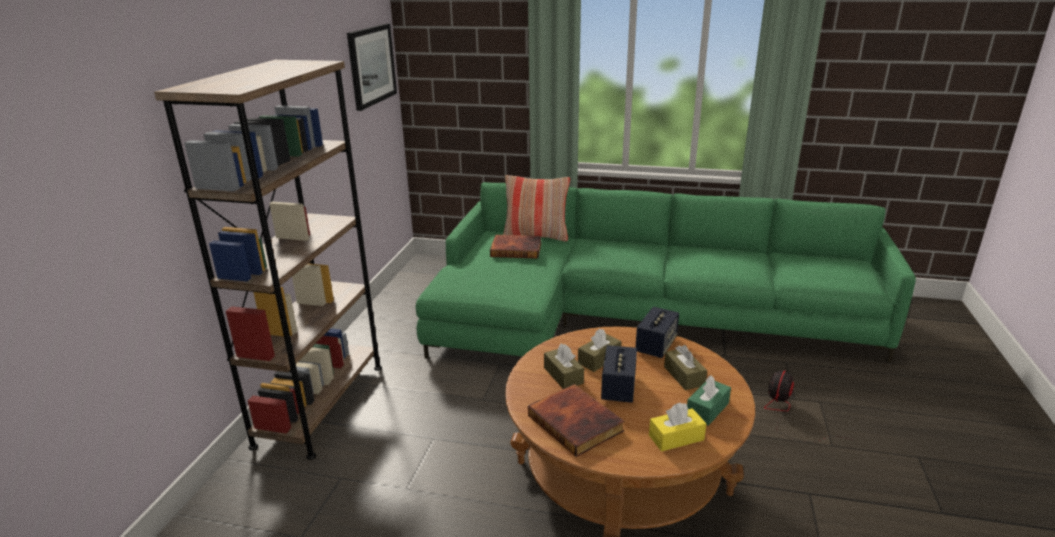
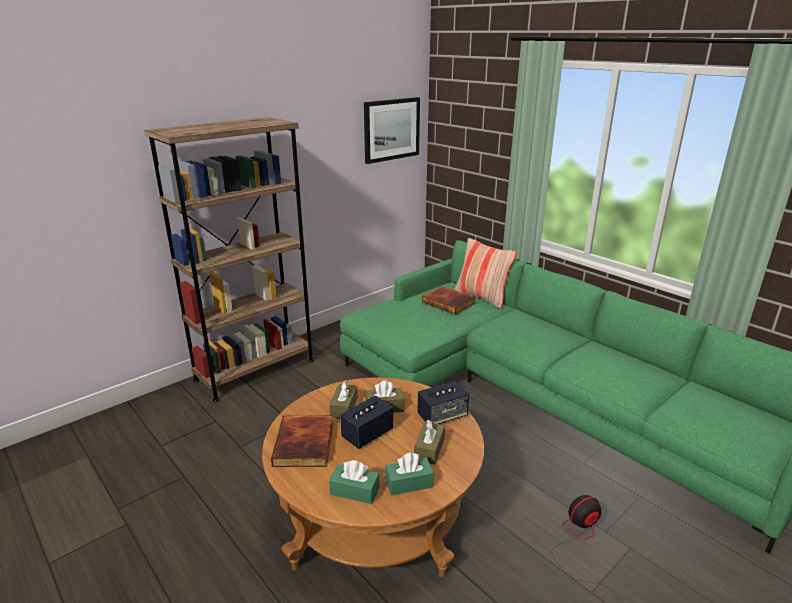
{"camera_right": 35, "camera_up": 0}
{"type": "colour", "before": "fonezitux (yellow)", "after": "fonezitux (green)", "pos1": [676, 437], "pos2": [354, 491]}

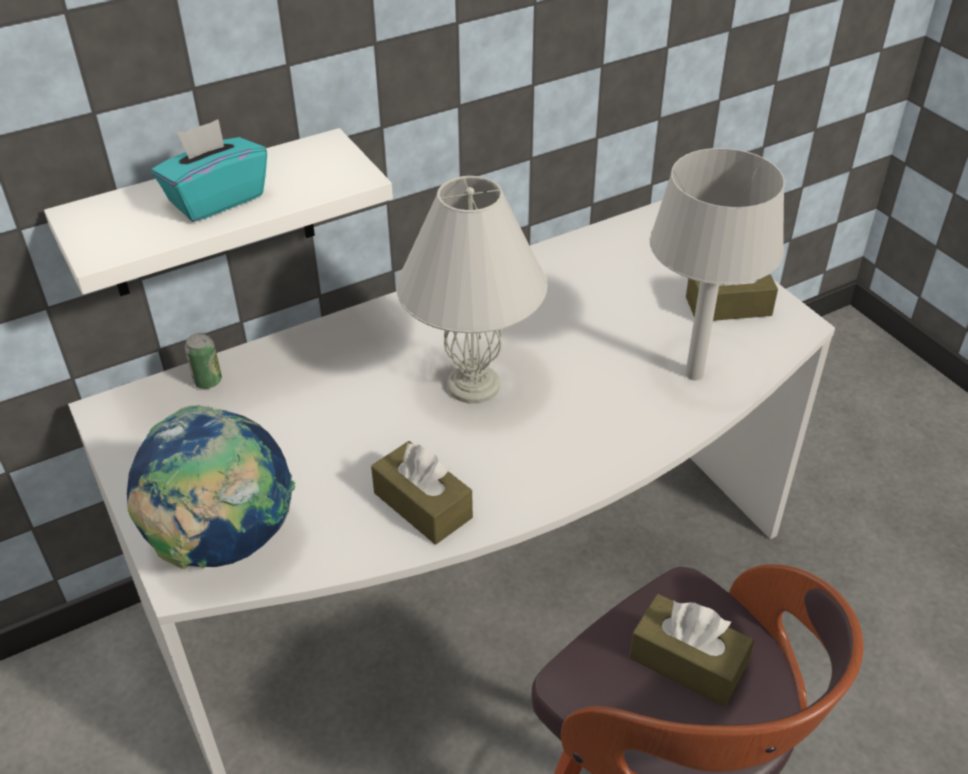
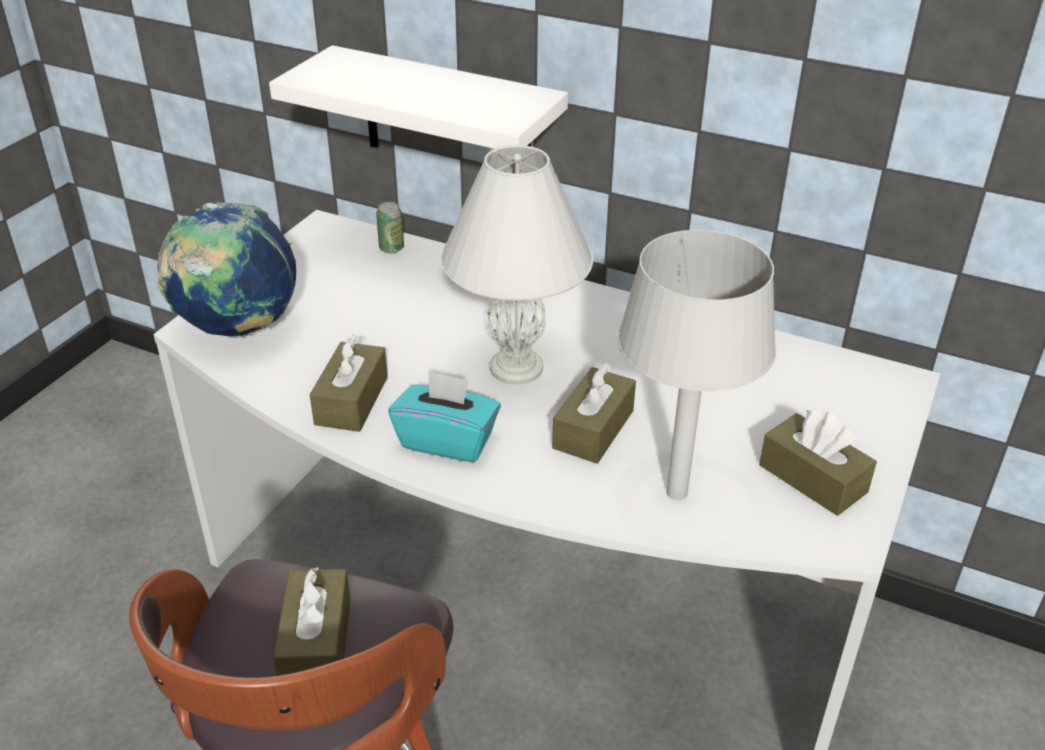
{"camera_right": 55, "camera_up": -5}
{"type": "relocated", "before": "fonezitux (turquoise)", "pos1": [216, 199], "pos2": [447, 441]}
{"type": "appeared", "after": "fonezitux (brown)", "pos2": [593, 429]}

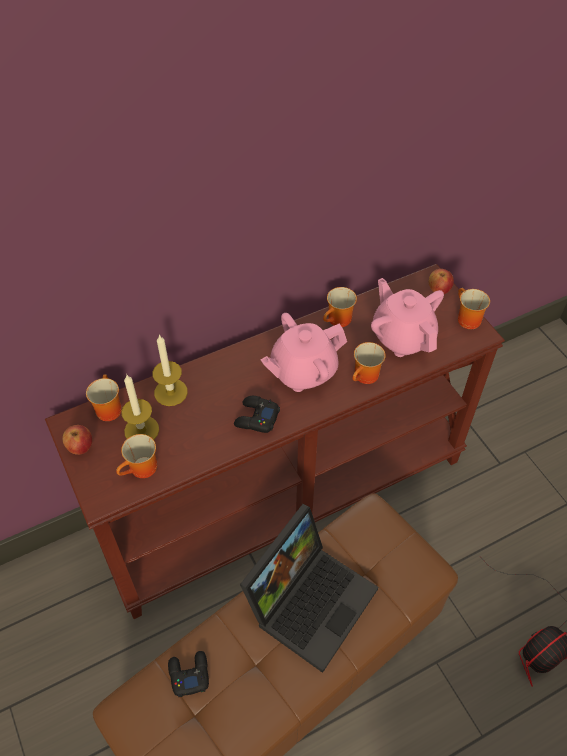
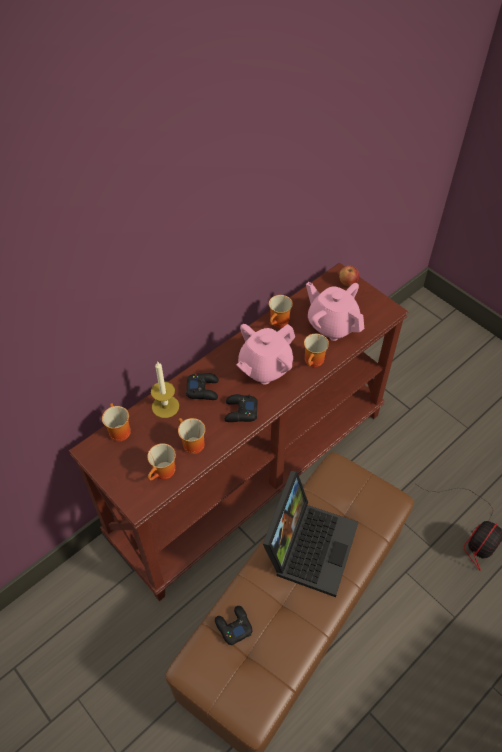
{"camera_right": -15, "camera_up": 0}
{"type": "relocated", "before": "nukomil", "pos1": [465, 319], "pos2": [190, 444]}
{"type": "appeared", "after": "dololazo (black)", "pos2": [203, 389]}
{"type": "missing", "before": "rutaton", "pos1": [80, 447]}
{"type": "missing", "before": "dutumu", "pos1": [141, 430]}

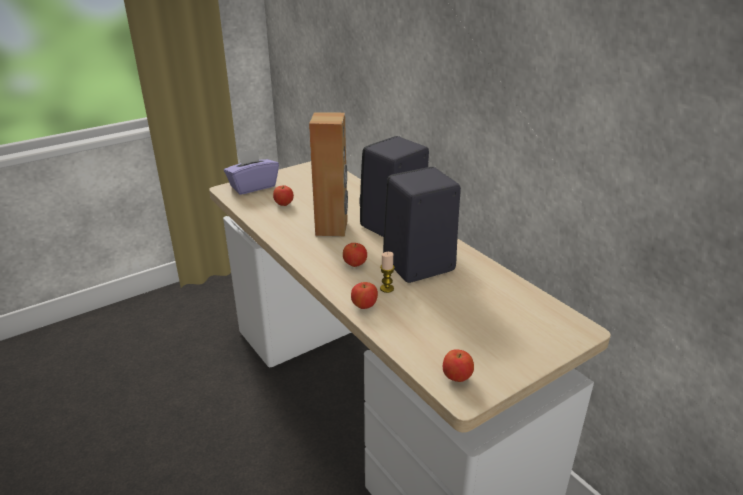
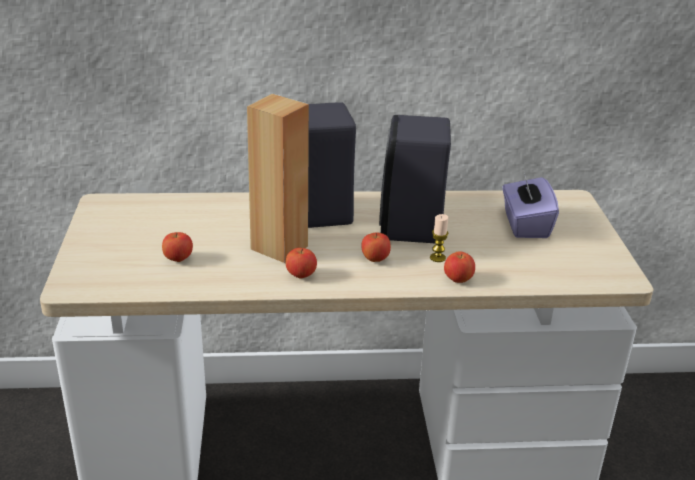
{"camera_right": -60, "camera_up": 0}
{"type": "relocated", "before": "rutaton", "pos1": [457, 377], "pos2": [301, 275]}
{"type": "relocated", "before": "fonezitux (purple)", "pos1": [253, 186], "pos2": [525, 225]}

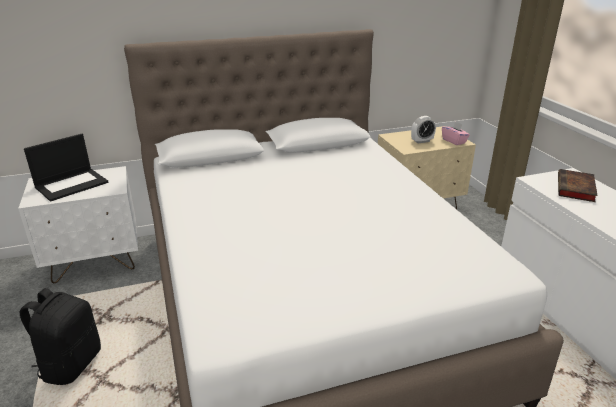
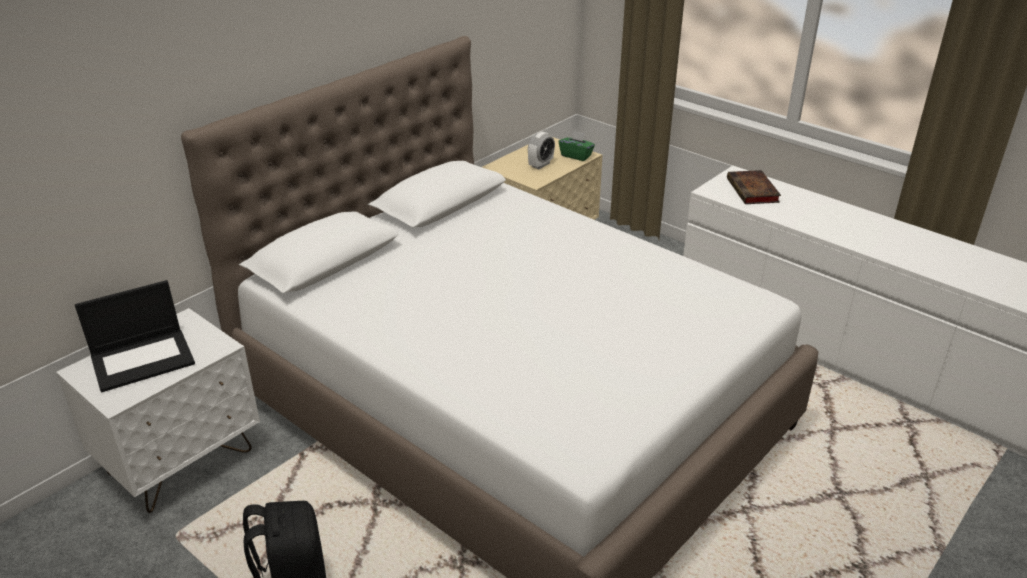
{"camera_right": -30, "camera_up": 5}
{"type": "spun", "before": "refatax", "pos1": [72, 184], "pos2": [143, 359], "turn": 45}
{"type": "colour", "before": "fonezitux (pink)", "after": "fonezitux (green)", "pos1": [454, 141], "pos2": [576, 156]}

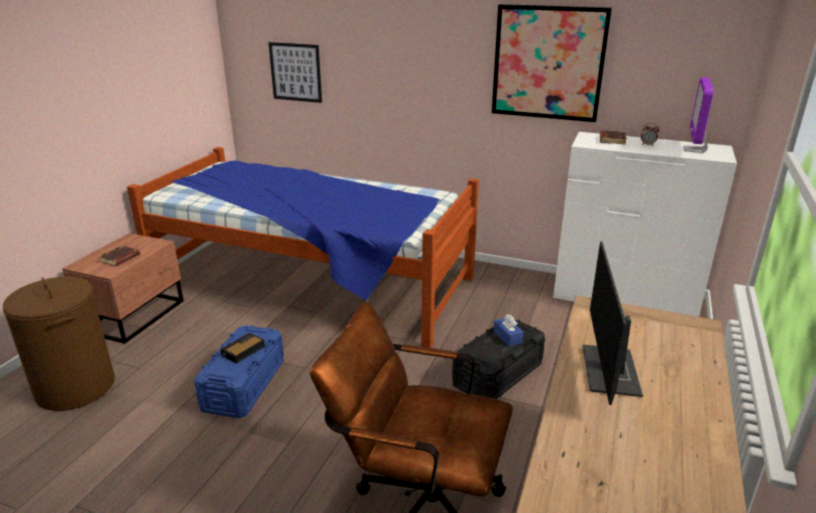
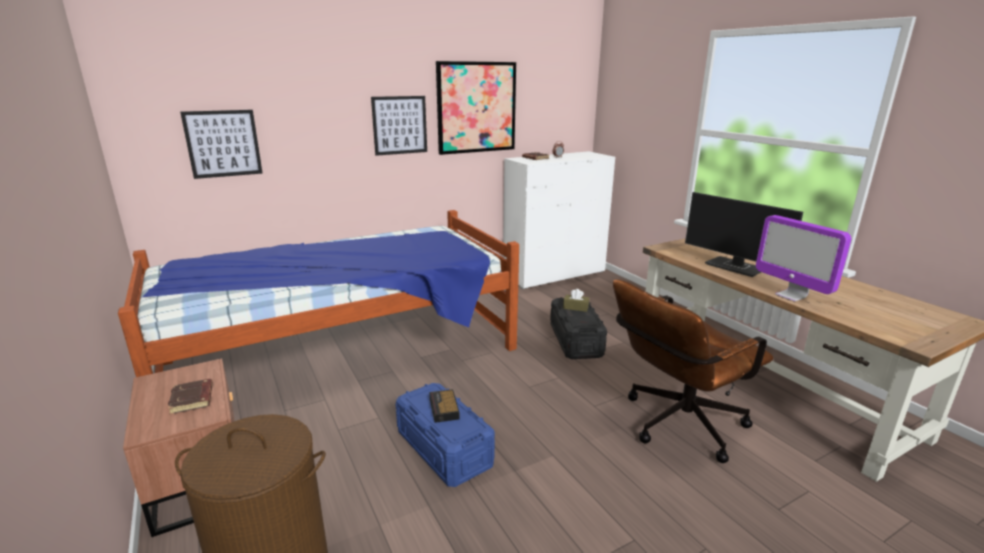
{"camera_right": -50, "camera_up": -5}
{"type": "appeared", "after": "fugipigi", "pos2": [400, 125]}
{"type": "colour", "before": "fonezitux (blue)", "after": "fonezitux (brown)", "pos1": [507, 337], "pos2": [575, 307]}
{"type": "relocated", "before": "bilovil", "pos1": [694, 150], "pos2": [791, 296]}

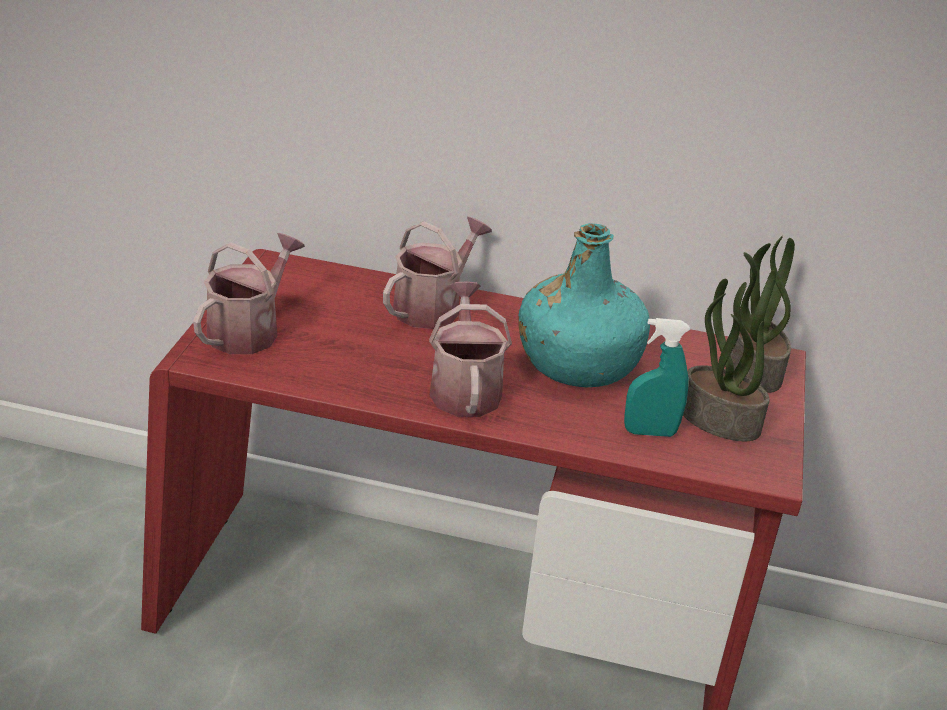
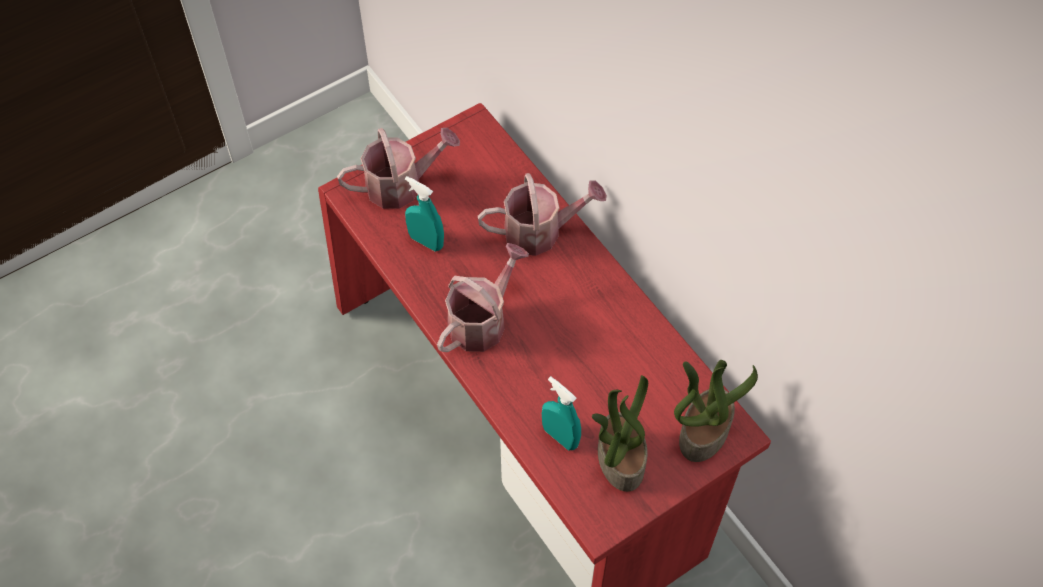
{"camera_right": 45, "camera_up": 25}
{"type": "appeared", "after": "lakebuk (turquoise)", "pos2": [426, 241]}
{"type": "missing", "before": "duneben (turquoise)", "pos1": [578, 363]}

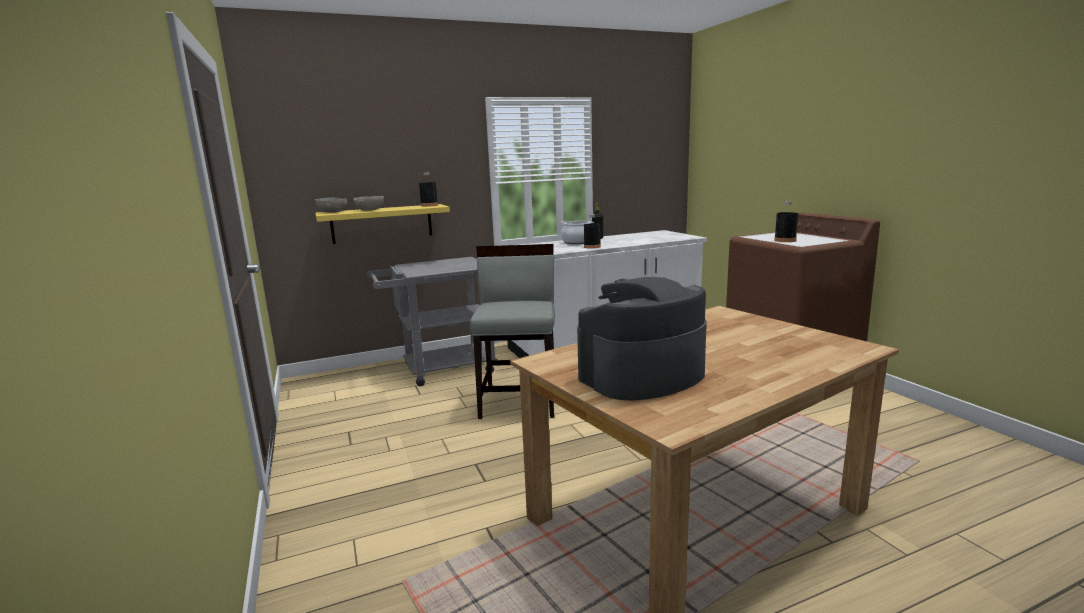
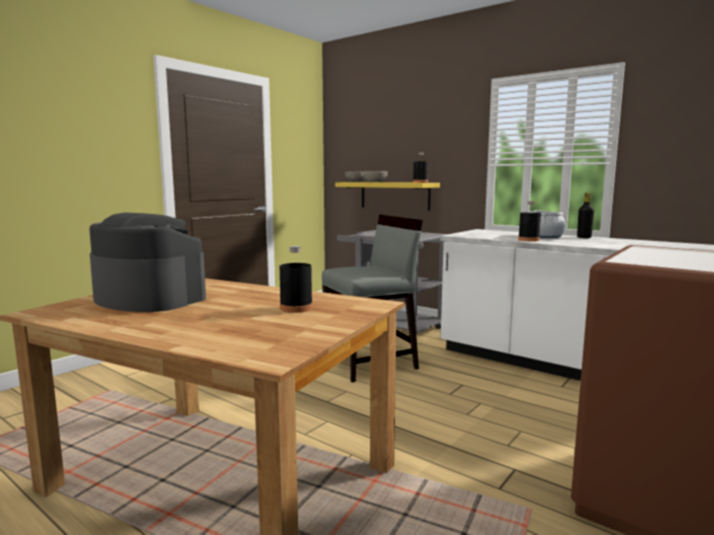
{"camera_right": 60, "camera_up": -5}
{"type": "relocated", "before": "duneben (black)", "pos1": [785, 240], "pos2": [296, 308]}

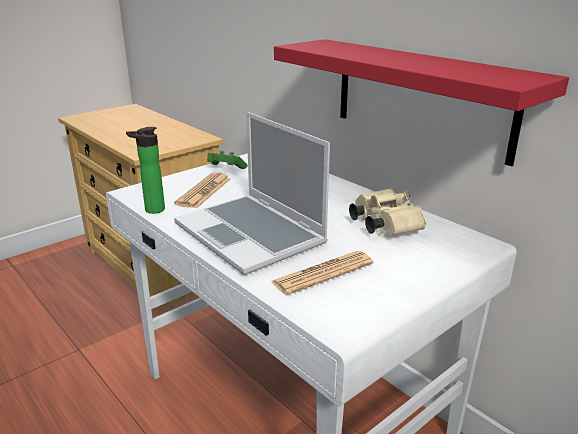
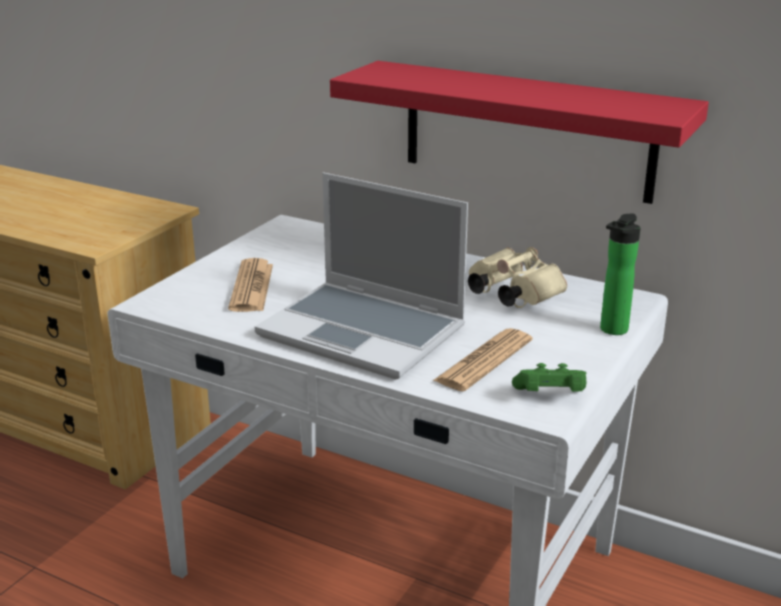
{"camera_right": -20, "camera_up": 0}
{"type": "relocated", "before": "dololazo (green)", "pos1": [225, 169], "pos2": [550, 396]}
{"type": "relocated", "before": "duneben", "pos1": [151, 210], "pos2": [611, 331]}

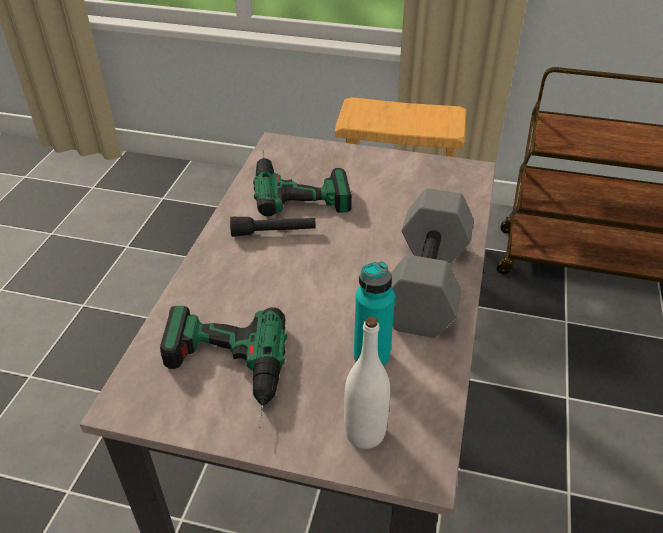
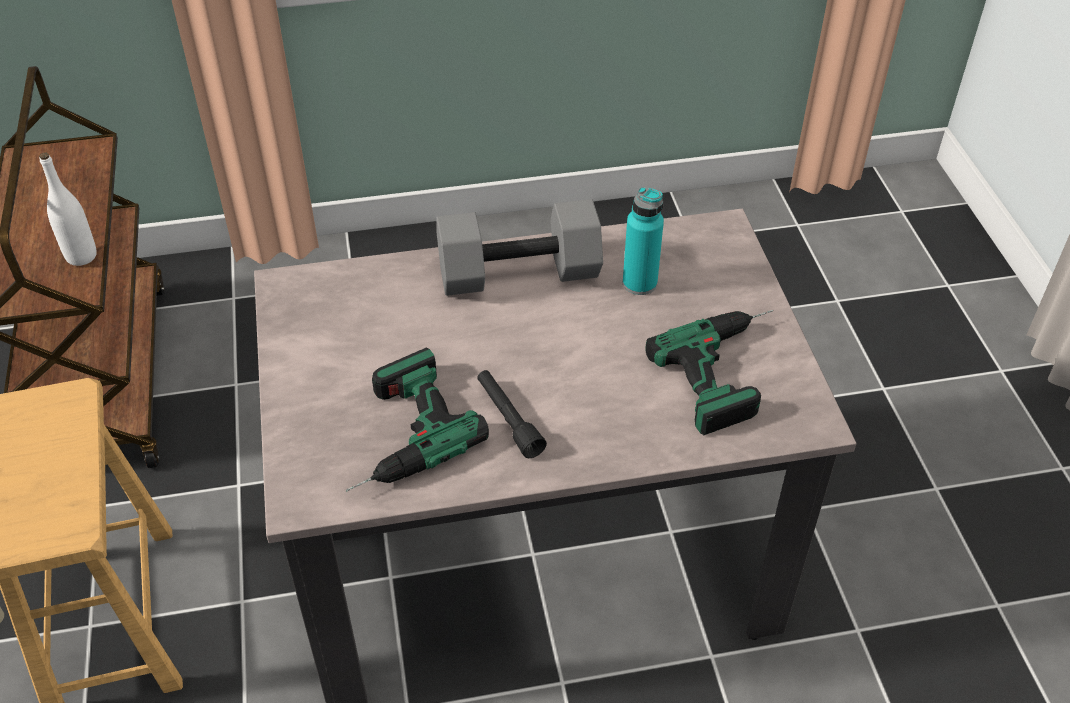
{"camera_right": -115, "camera_up": 5}
{"type": "relocated", "before": "duneben (white)", "pos1": [365, 433], "pos2": [81, 256]}

